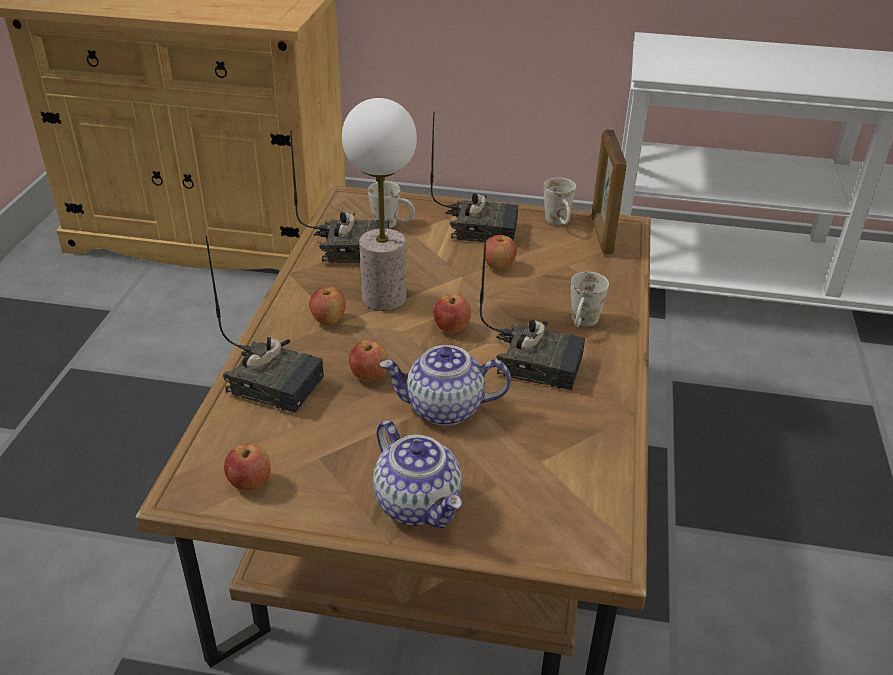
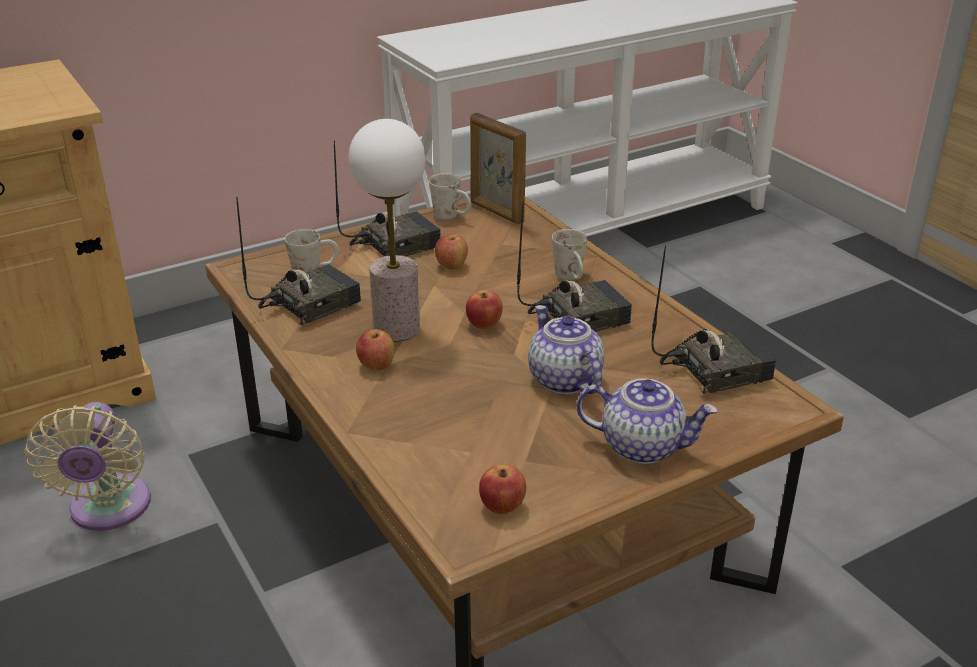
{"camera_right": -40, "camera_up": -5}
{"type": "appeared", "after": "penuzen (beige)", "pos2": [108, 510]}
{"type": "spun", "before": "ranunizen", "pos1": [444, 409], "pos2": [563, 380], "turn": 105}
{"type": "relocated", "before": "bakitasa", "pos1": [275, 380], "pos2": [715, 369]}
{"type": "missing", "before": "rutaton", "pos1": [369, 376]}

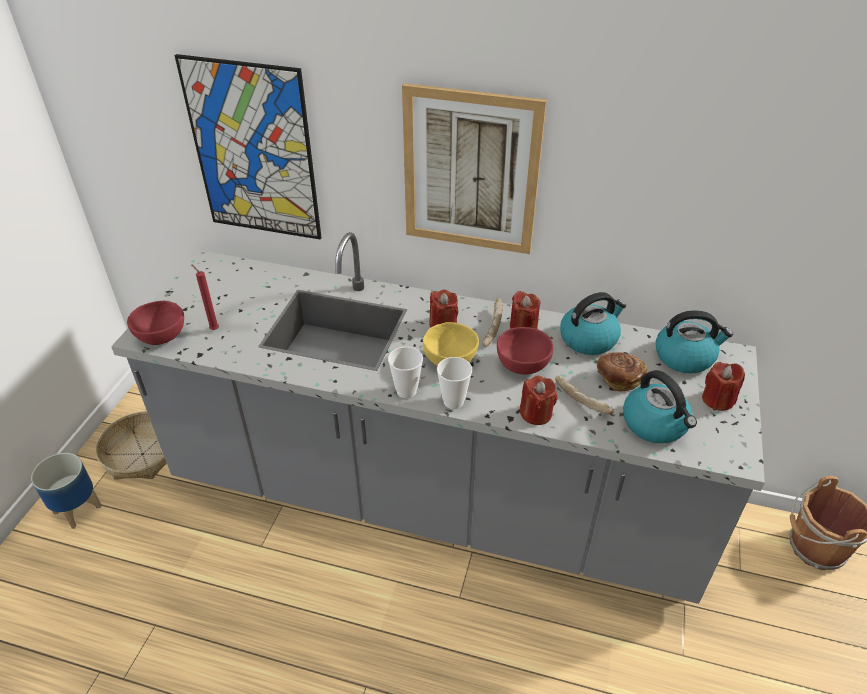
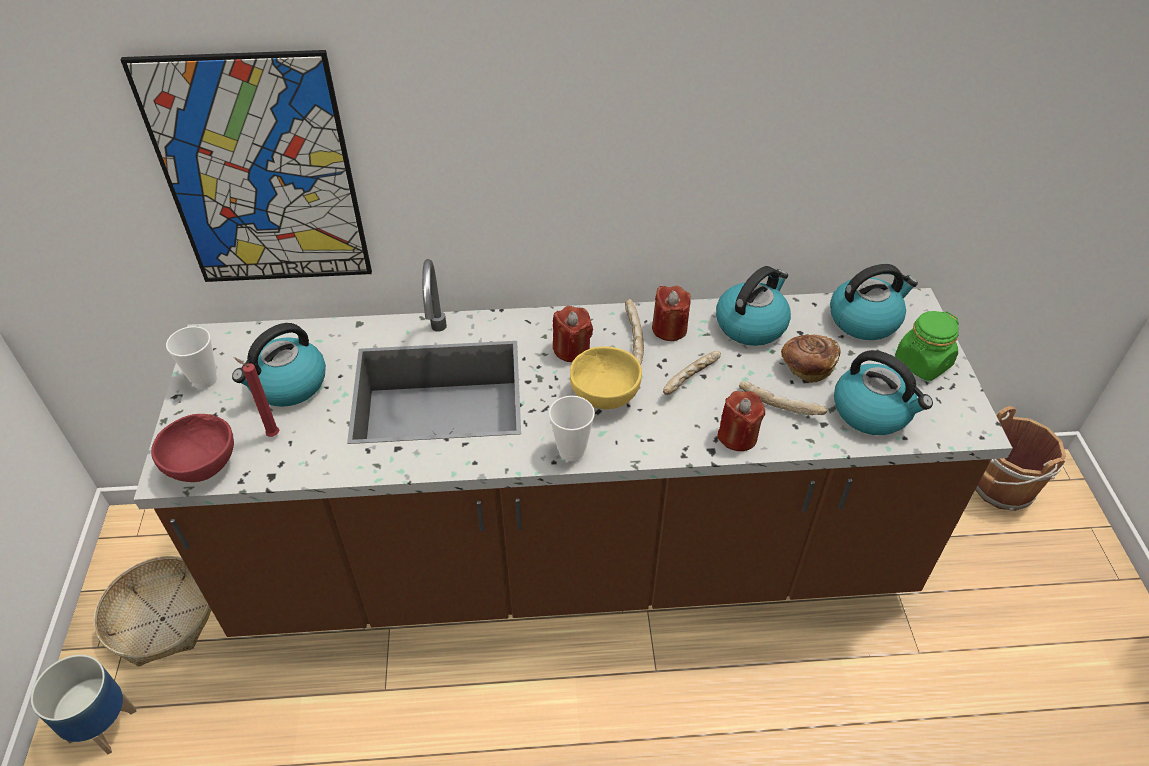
{"camera_right": -20, "camera_up": 5}
{"type": "colour", "before": "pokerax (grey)", "after": "pokerax (brown)", "pos1": [433, 498], "pos2": [574, 559]}
{"type": "relocated", "before": "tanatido", "pos1": [453, 402], "pos2": [204, 380]}
{"type": "appeared", "after": "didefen", "pos2": [288, 385]}
{"type": "exchanged", "before": "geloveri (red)", "after": "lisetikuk", "pos1": [522, 365], "pos2": [691, 379]}
{"type": "exchanged", "before": "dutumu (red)", "after": "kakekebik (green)", "pos1": [717, 400], "pos2": [922, 363]}
{"type": "missing", "before": "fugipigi", "pos1": [470, 171]}

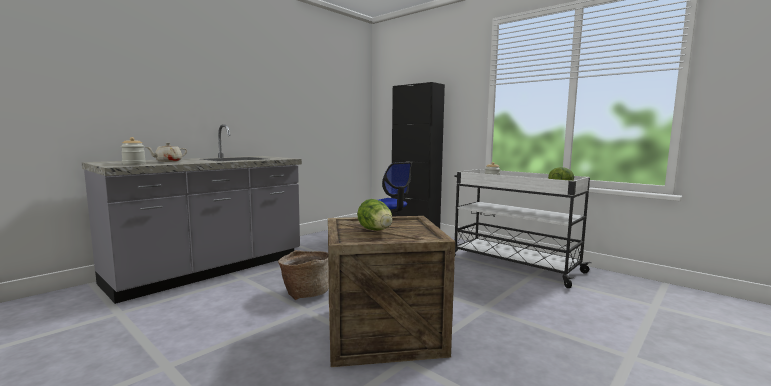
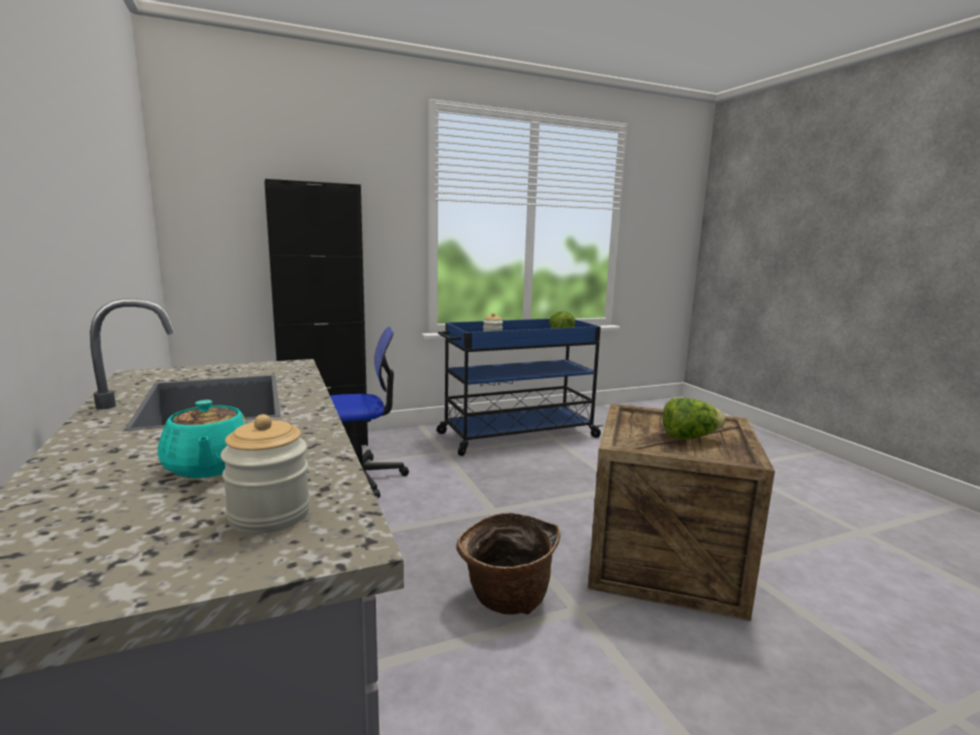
{"camera_right": -65, "camera_up": 5}
{"type": "colour", "before": "ranunizen (beige)", "after": "ranunizen (turquoise)", "pos1": [168, 161], "pos2": [210, 467]}
{"type": "colour", "before": "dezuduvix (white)", "after": "dezuduvix (blue)", "pos1": [512, 264], "pos2": [516, 435]}

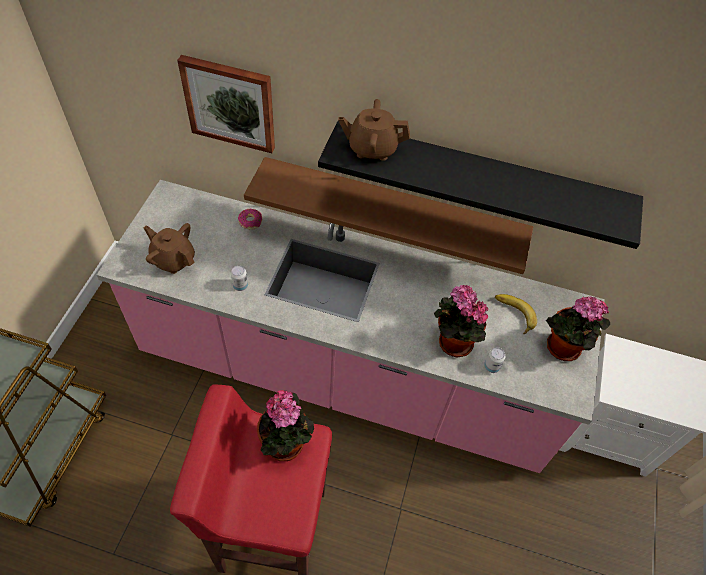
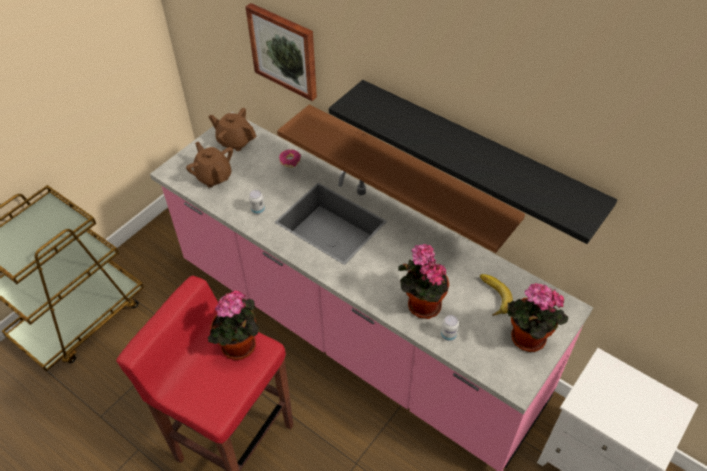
{"camera_right": 25, "camera_up": -5}
{"type": "relocated", "before": "ranunizen (brown)", "pos1": [372, 148], "pos2": [235, 141]}

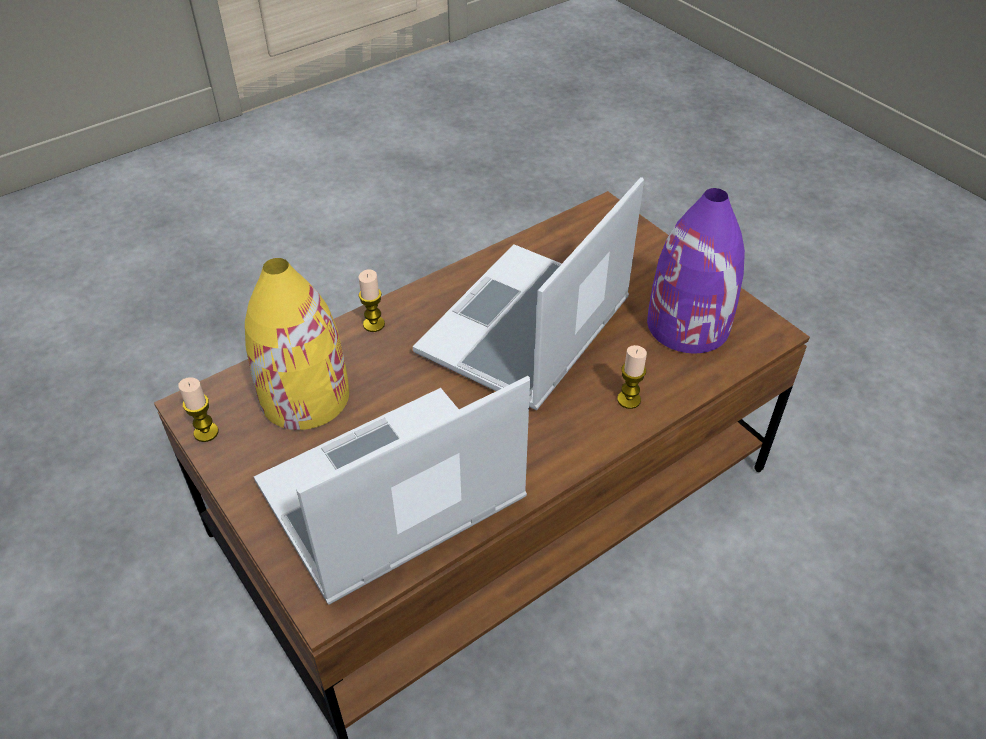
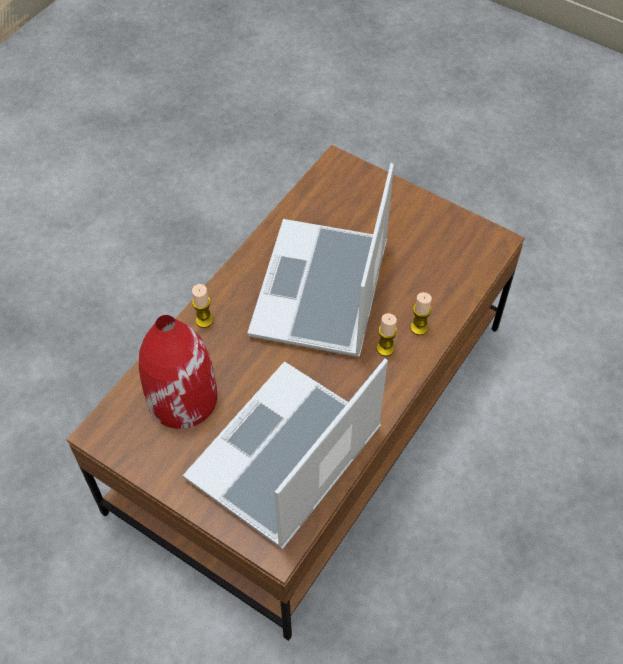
{"camera_right": -20, "camera_up": 10}
{"type": "colour", "before": "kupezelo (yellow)", "after": "kupezelo (red)", "pos1": [304, 396], "pos2": [182, 397]}
{"type": "relocated", "before": "dutumu", "pos1": [206, 432], "pos2": [385, 348]}
{"type": "missing", "before": "kupezelo (purple)", "pos1": [689, 325]}

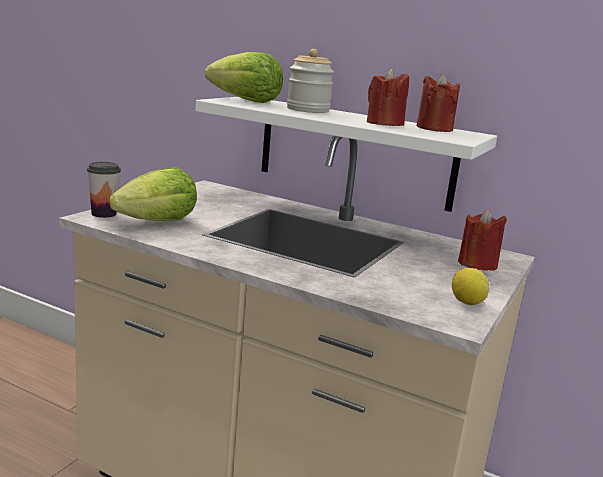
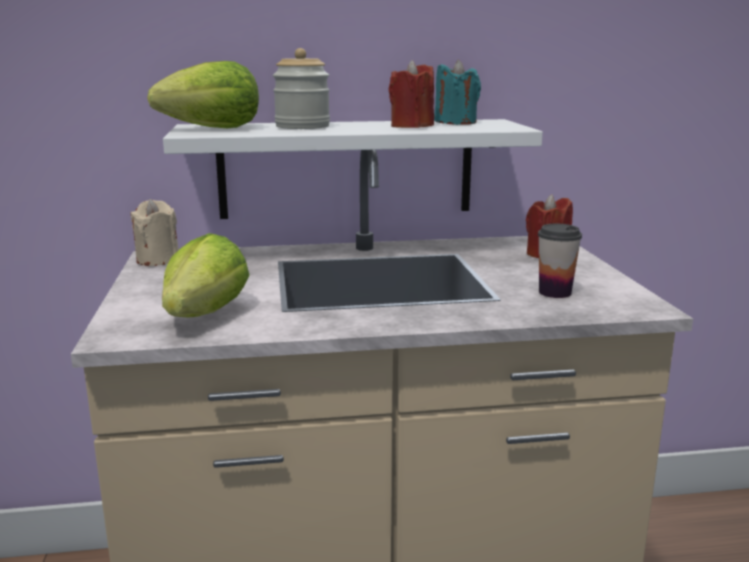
{"camera_right": -35, "camera_up": 0}
{"type": "appeared", "after": "dutumu (beige)", "pos2": [158, 260]}
{"type": "colour", "before": "dutumu (red)", "after": "dutumu (turquoise)", "pos1": [434, 128], "pos2": [455, 122]}
{"type": "relocated", "before": "tanatido", "pos1": [104, 214], "pos2": [555, 292]}
{"type": "missing", "before": "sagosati", "pos1": [466, 302]}

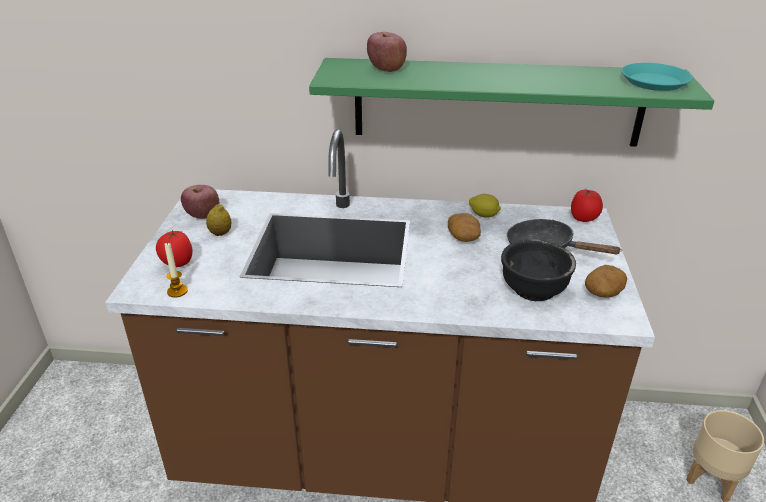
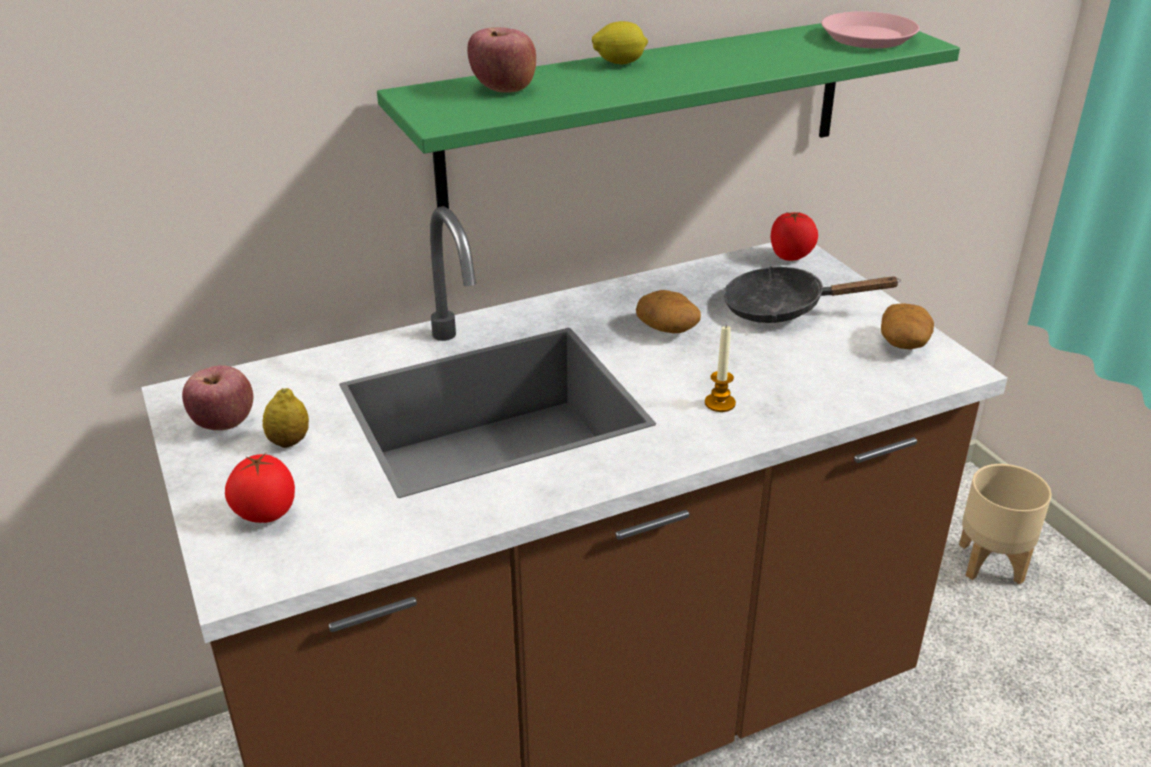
{"camera_right": -30, "camera_up": 0}
{"type": "relocated", "before": "sagosati", "pos1": [484, 215], "pos2": [619, 63]}
{"type": "relocated", "before": "dutumu", "pos1": [177, 291], "pos2": [720, 403]}
{"type": "colour", "before": "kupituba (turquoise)", "after": "kupituba (pink)", "pos1": [654, 82], "pos2": [868, 37]}
{"type": "missing", "before": "geloveri (black)", "pos1": [534, 289]}

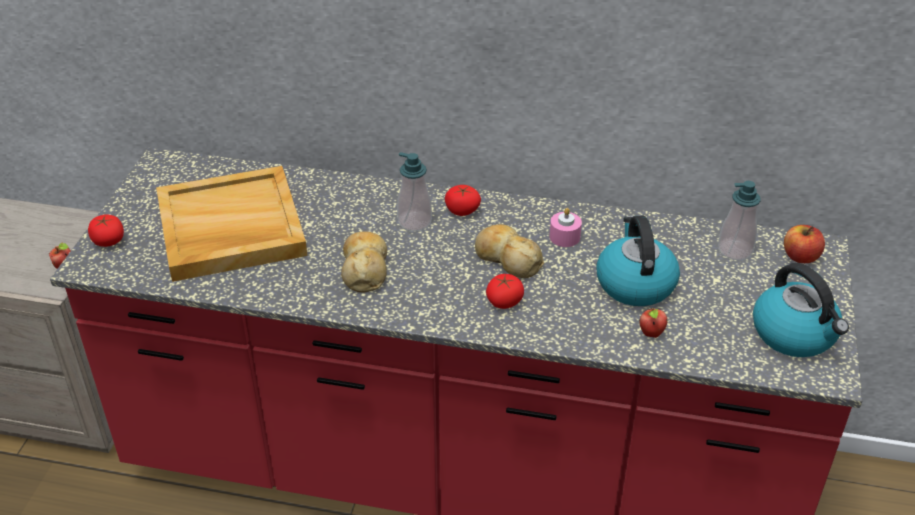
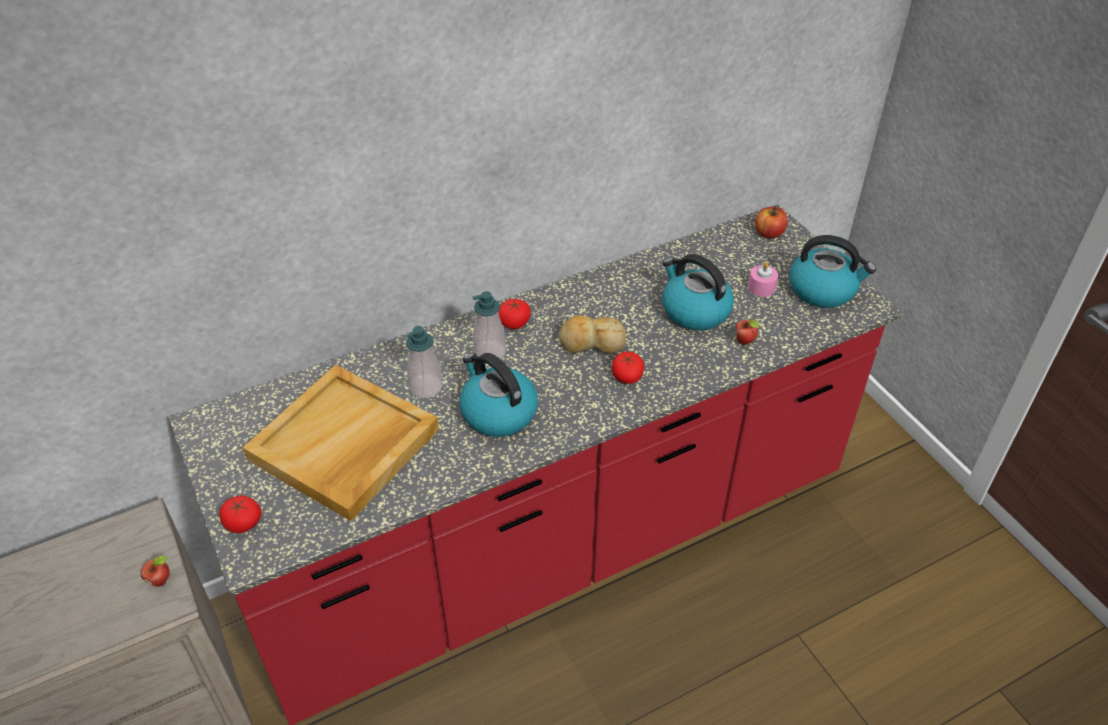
{"camera_right": -40, "camera_up": 5}
{"type": "relocated", "before": "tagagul", "pos1": [735, 250], "pos2": [425, 387]}
{"type": "exchanged", "before": "lisetikuk", "after": "didefen", "pos1": [365, 269], "pos2": [497, 412]}
{"type": "relocated", "before": "dutumu (pink)", "pos1": [564, 237], "pos2": [761, 287]}

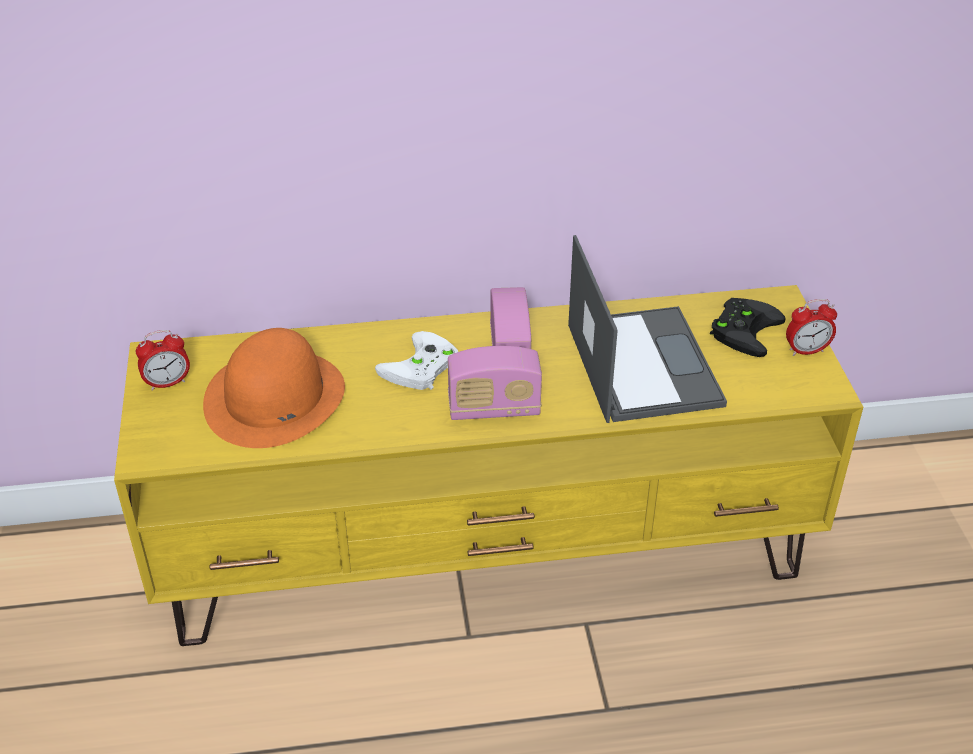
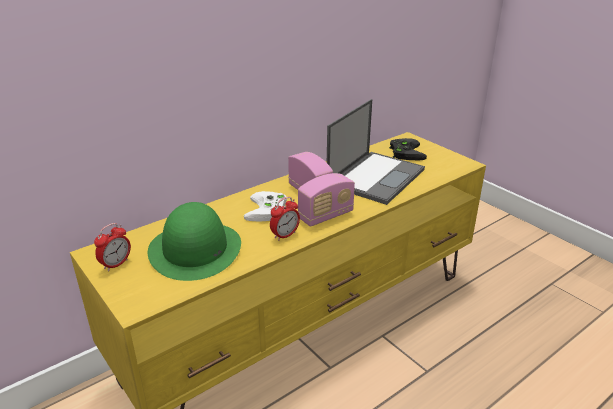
{"camera_right": -30, "camera_up": -10}
{"type": "colour", "before": "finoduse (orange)", "after": "finoduse (green)", "pos1": [275, 398], "pos2": [195, 249]}
{"type": "relocated", "before": "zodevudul", "pos1": [806, 351], "pos2": [285, 235]}
{"type": "spun", "before": "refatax", "pos1": [642, 363], "pos2": [376, 177], "turn": 75}

